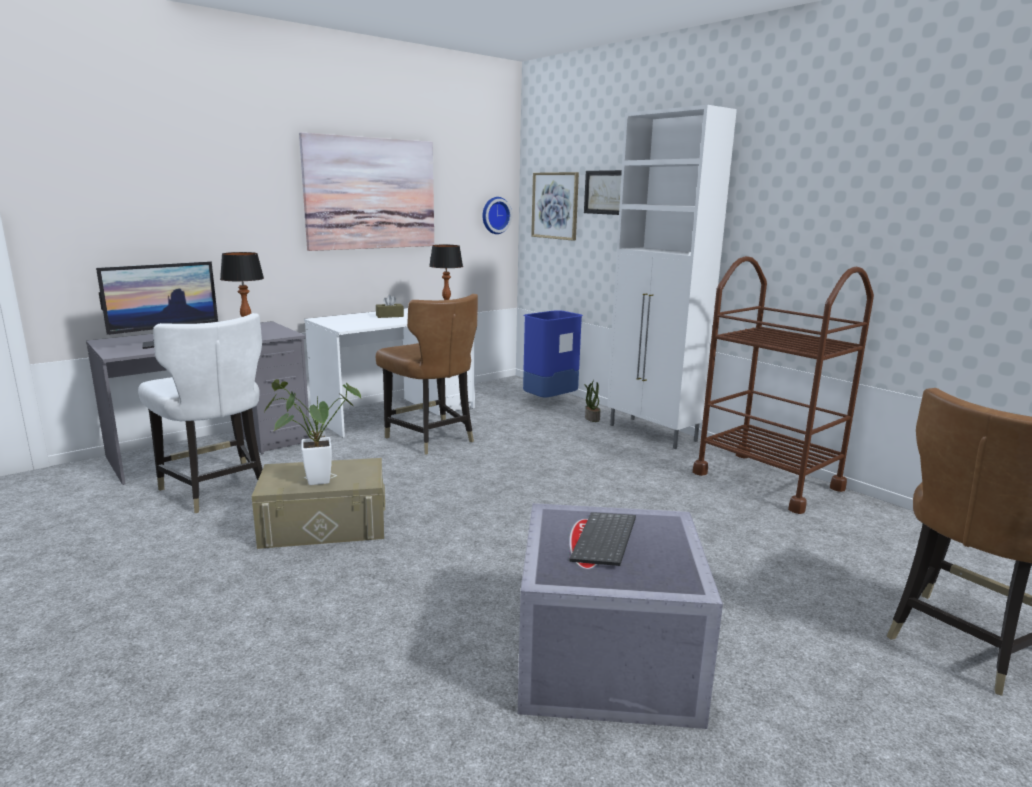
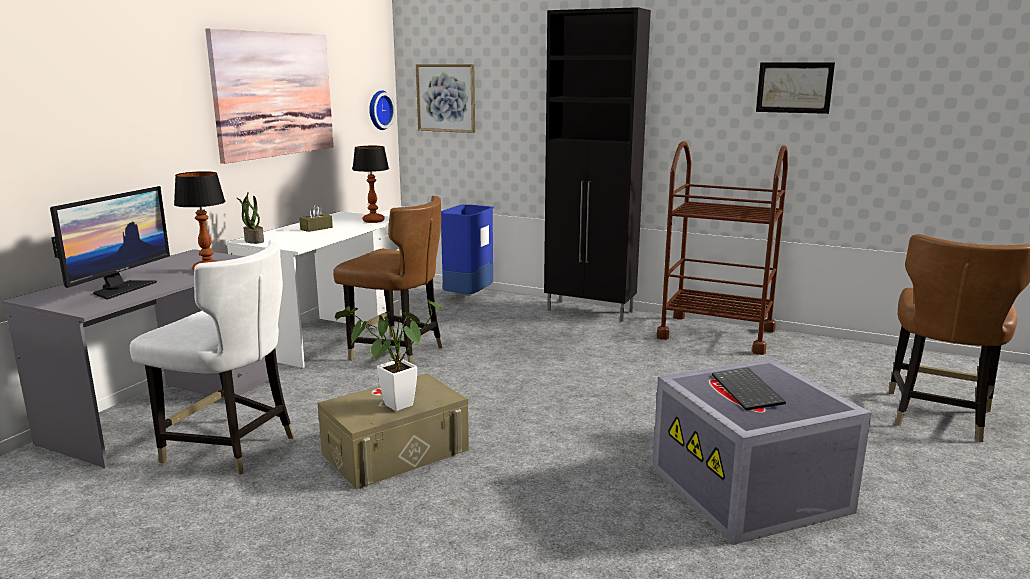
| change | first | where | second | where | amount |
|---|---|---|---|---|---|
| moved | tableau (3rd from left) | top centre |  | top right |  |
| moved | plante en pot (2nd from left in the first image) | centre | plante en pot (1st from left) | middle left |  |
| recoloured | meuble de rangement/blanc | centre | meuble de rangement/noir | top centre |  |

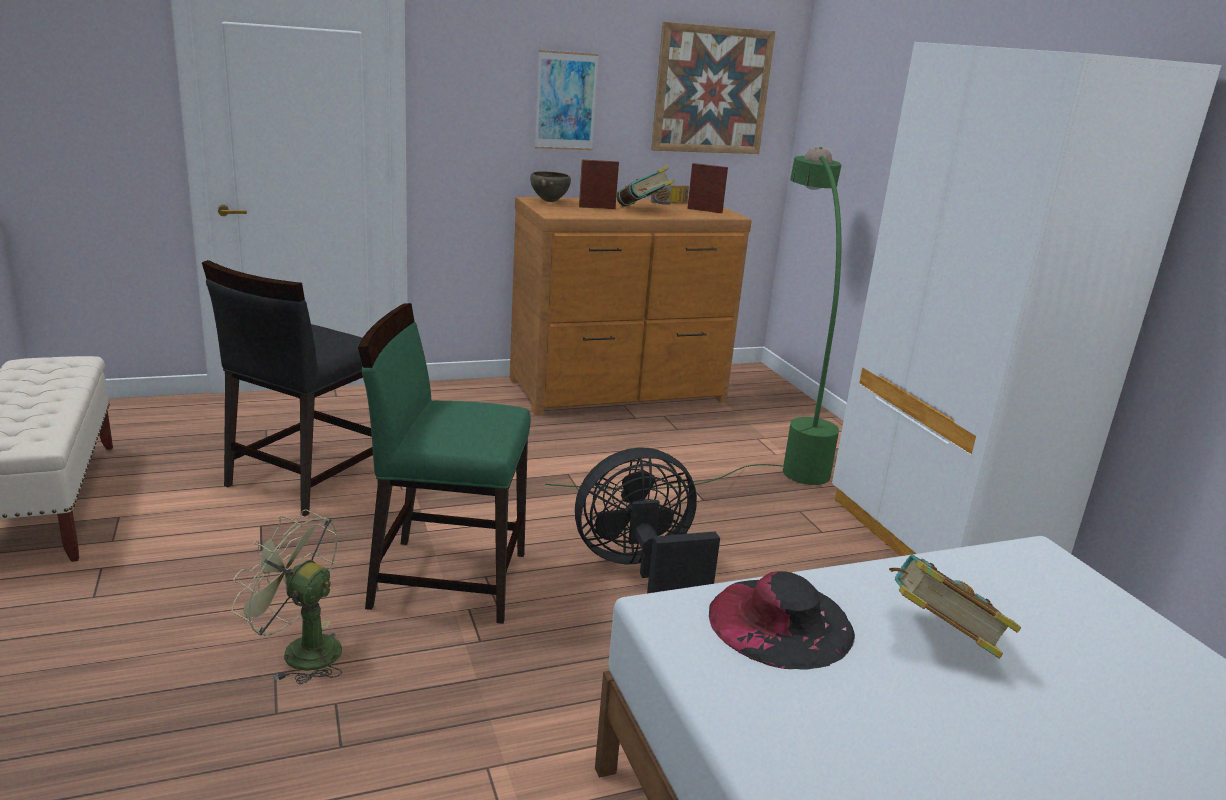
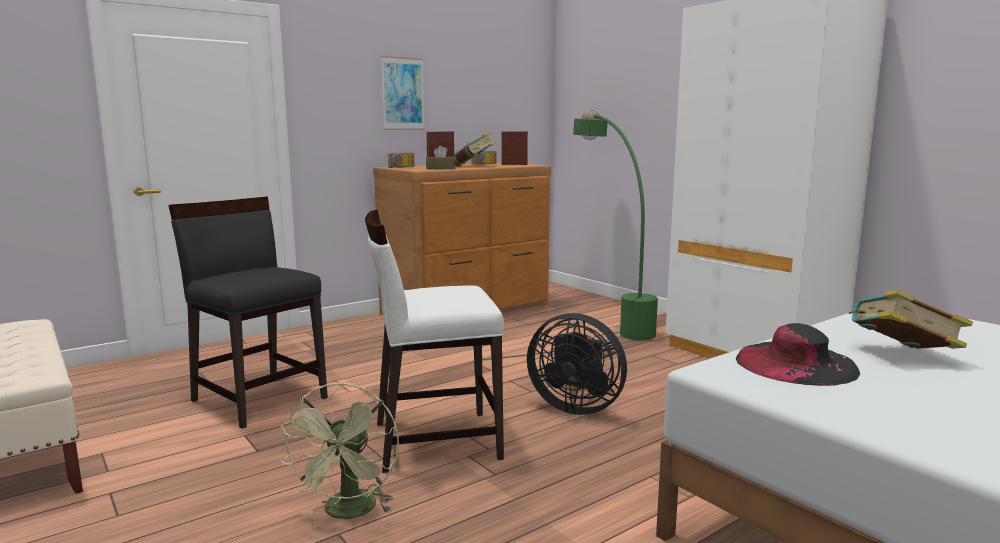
| change | first | where | second | where | amount |
|---|---|---|---|---|---|
| removed | tableau (2nd from left) | top centre |  |  |  |
| added |  |  | boîte à mouchoirs/marron | top centre |  |
| replaced | bol/marron | top centre | radio (1st from left) | top centre |  |
| recoloured | chaise/vert | centre | chaise/blanc | centre |  |
| turned | chaise/noir | middle left |  | middle left | 120 degrees clockwise |
| turned | ventilateur/vert | bottom left |  | bottom centre | 90 degrees counterclockwise |
| turned | ventilateur/noir | centre |  | bottom centre | 120 degrees counterclockwise |

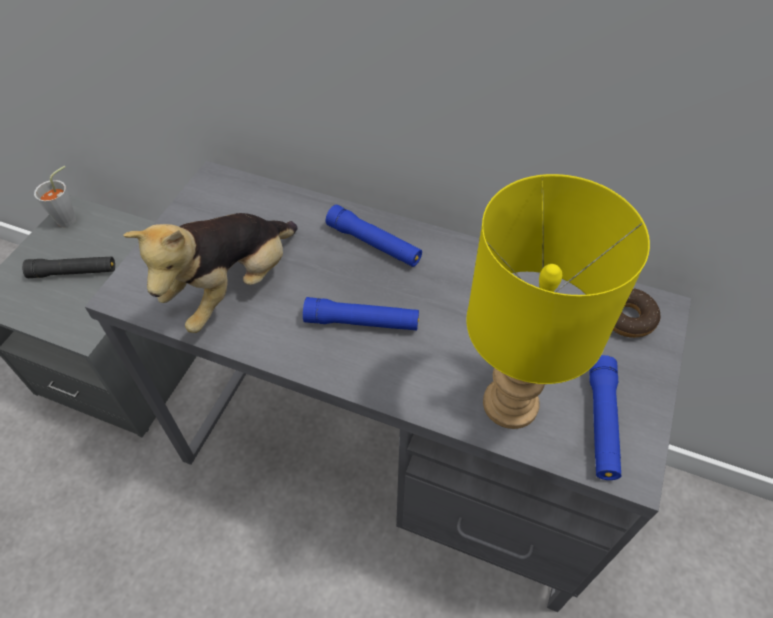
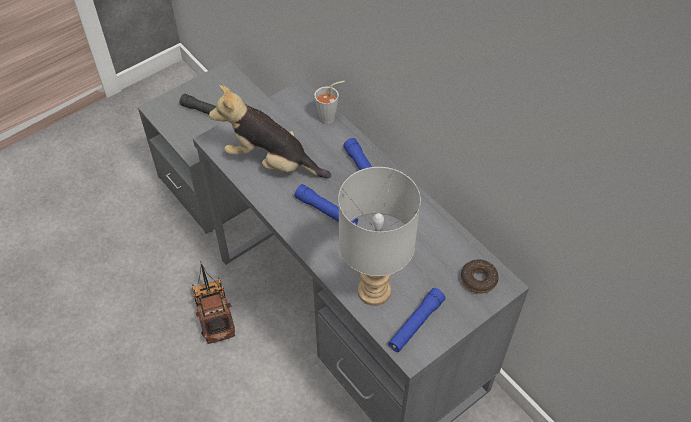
| change | first | where | second | where | amount |
|---|---|---|---|---|---|
| added |  |  | camion jouet | bottom left |  |
| moved | tasse/gris | top left |  | top centre |  |
| recoloured | lampe de table/jaune | middle right | lampe de table/gris | centre |  |
| turned | peluche | middle left |  | top centre | 45 degrees clockwise |

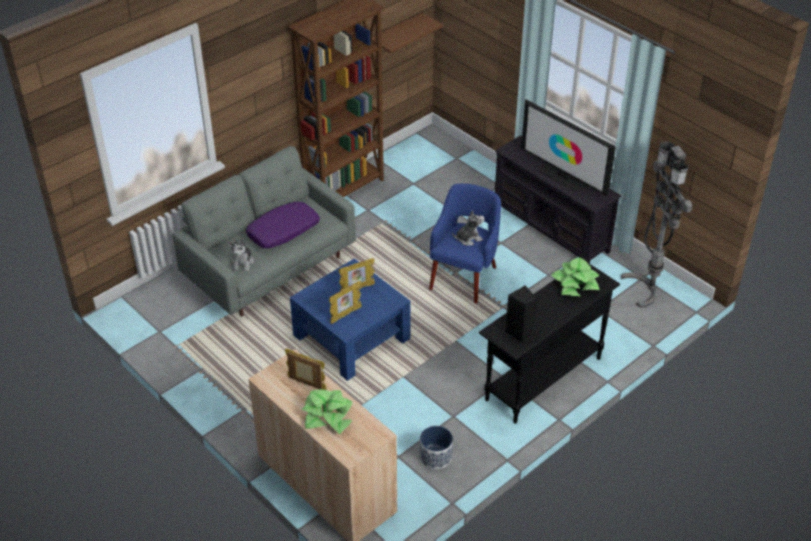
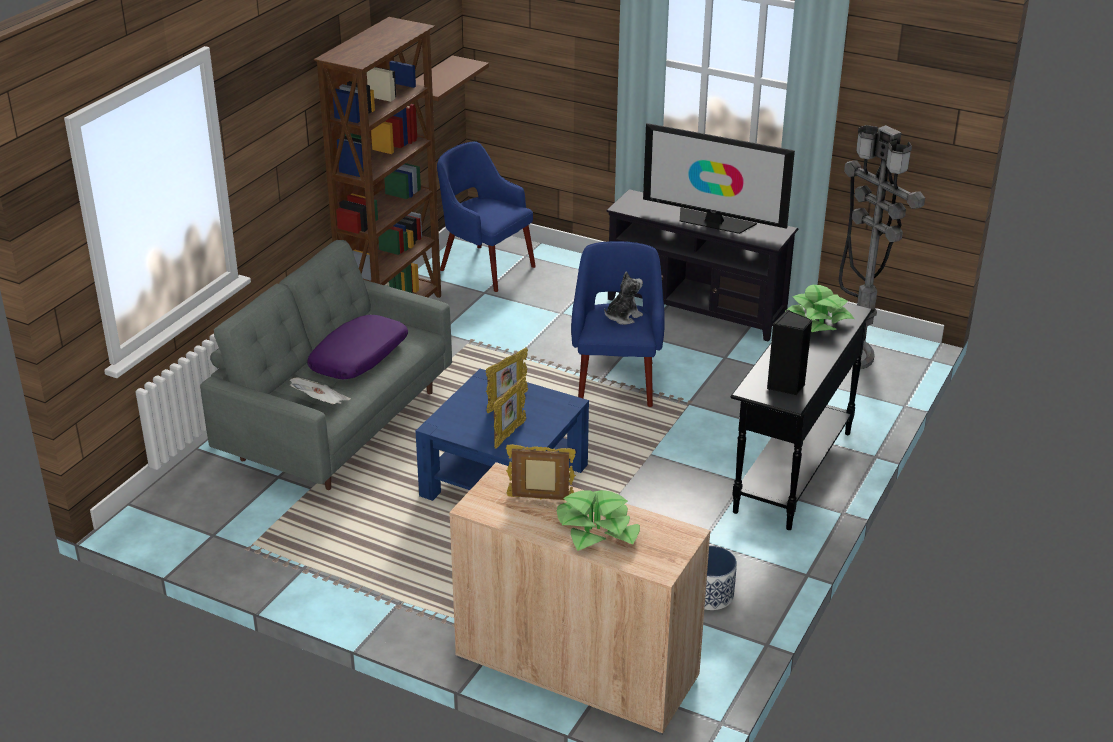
| change | first | where | second | where | amount |
|---|---|---|---|---|---|
| added |  |  | fauteuil/bleu (1st from left) | top centre |  |
| replaced | peluche (1st from left) | middle left | journal | middle left |  |

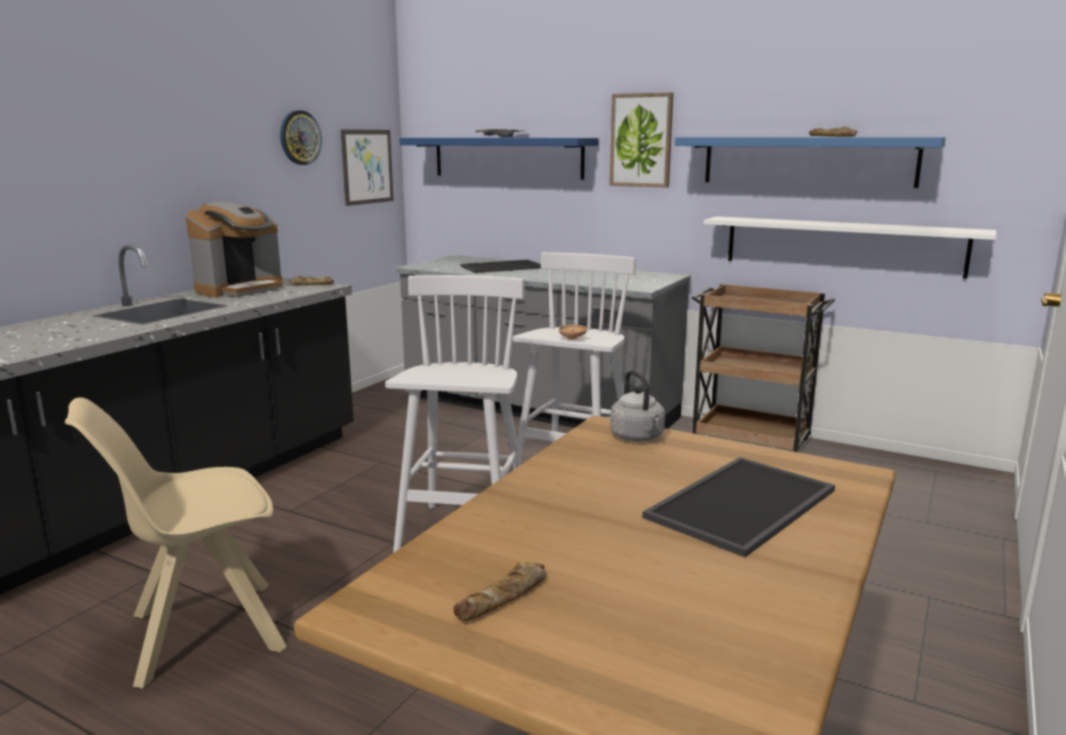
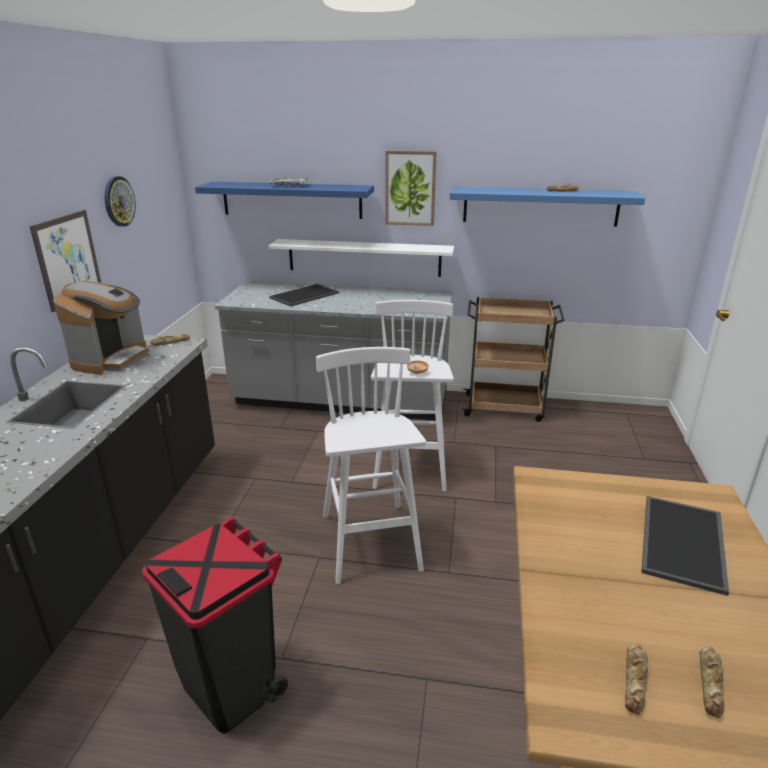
| change | first | where | second | where | amount |
|---|---|---|---|---|---|
| removed | bouilloire/gris | centre |  |  |  |
| added |  |  | pain (4th from left) | bottom right |  |
| moved | tableau (1st from left) | top centre |  | middle left |  |
| moved | étagère/blanc | middle right |  | centre |  |
| replaced | chaise/beige | bottom left | poubelle/noir | bottom left |  |

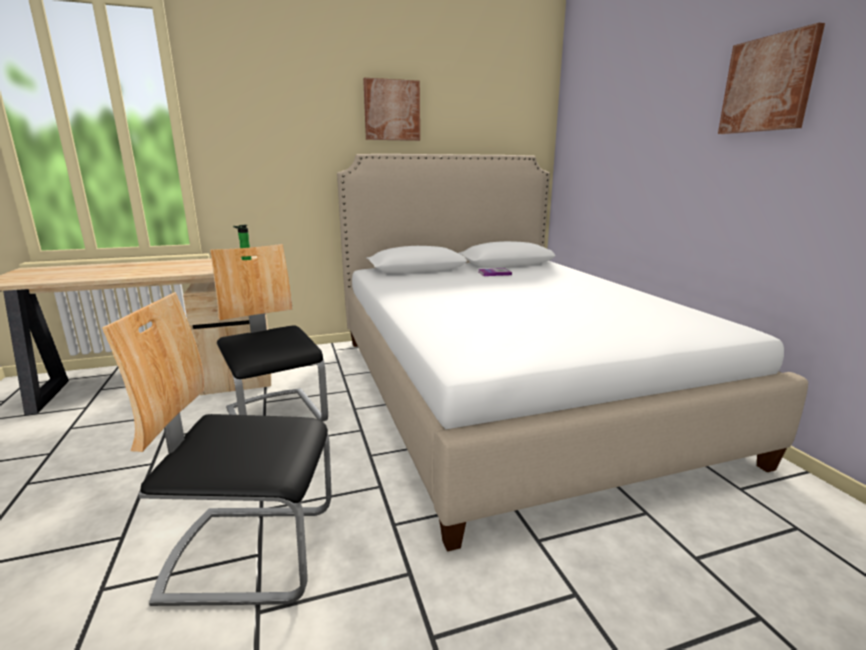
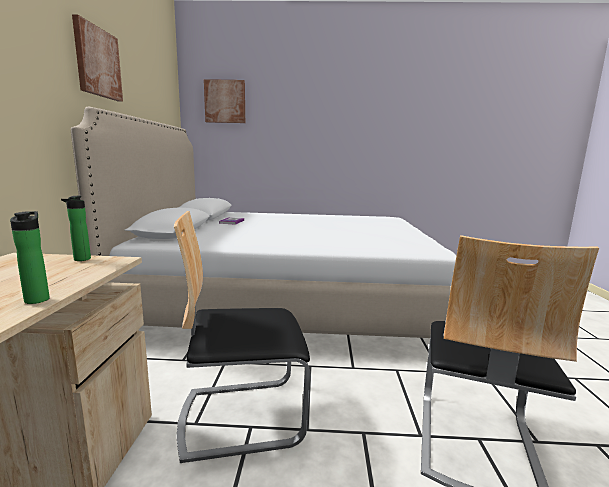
| change | first | where | second | where | amount |
|---|---|---|---|---|---|
| added |  |  | bouteille (1st from left) | middle left |  |
| moved | tableau (2nd from left) | top right |  | top centre |  |

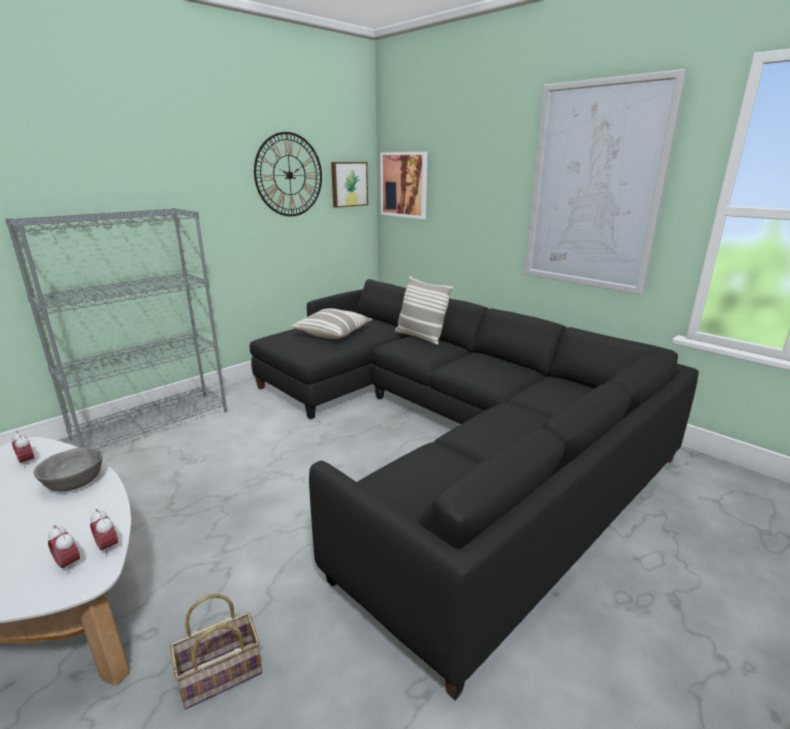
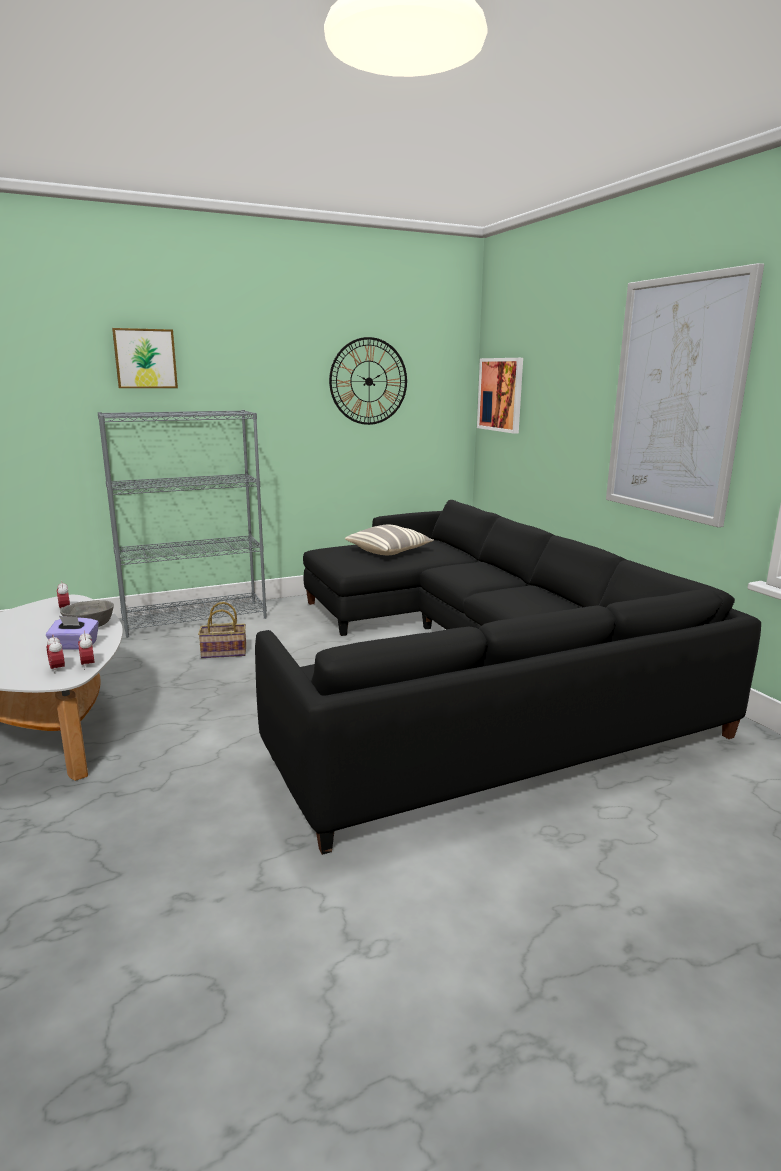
| change | first | where | second | where | amount |
|---|---|---|---|---|---|
| removed | coussin (2nd from left) | centre |  |  |  |
| added |  |  | boîte à mouchoirs/violet | middle left |  |
| moved | panier | bottom left |  | middle left |  |
| moved | tableau (1st from left) | top centre |  | top left |  |

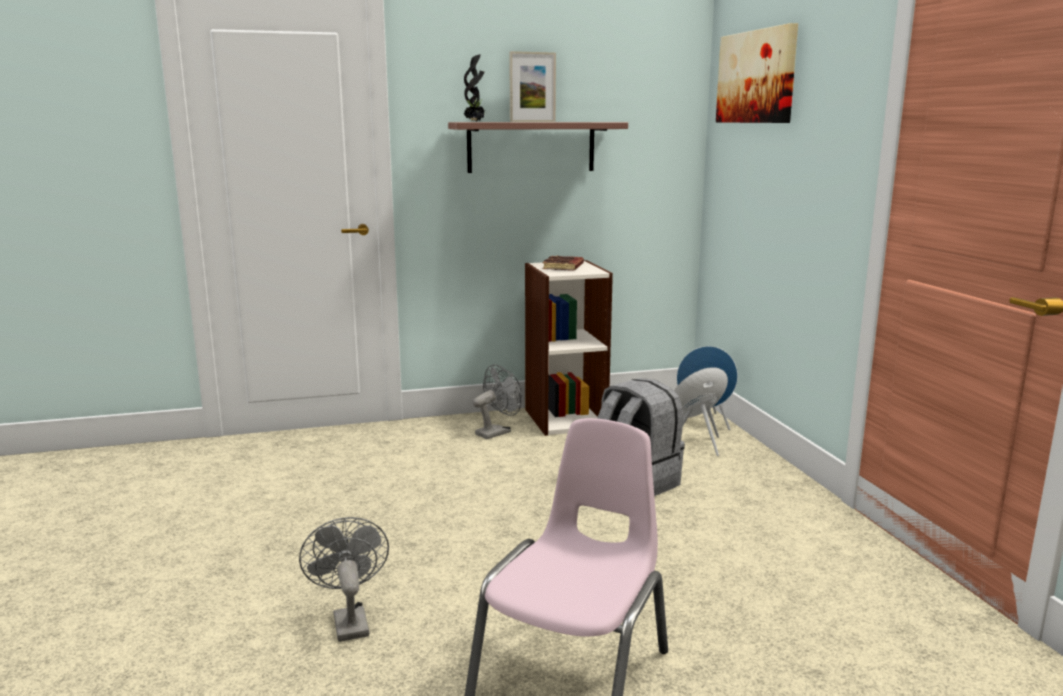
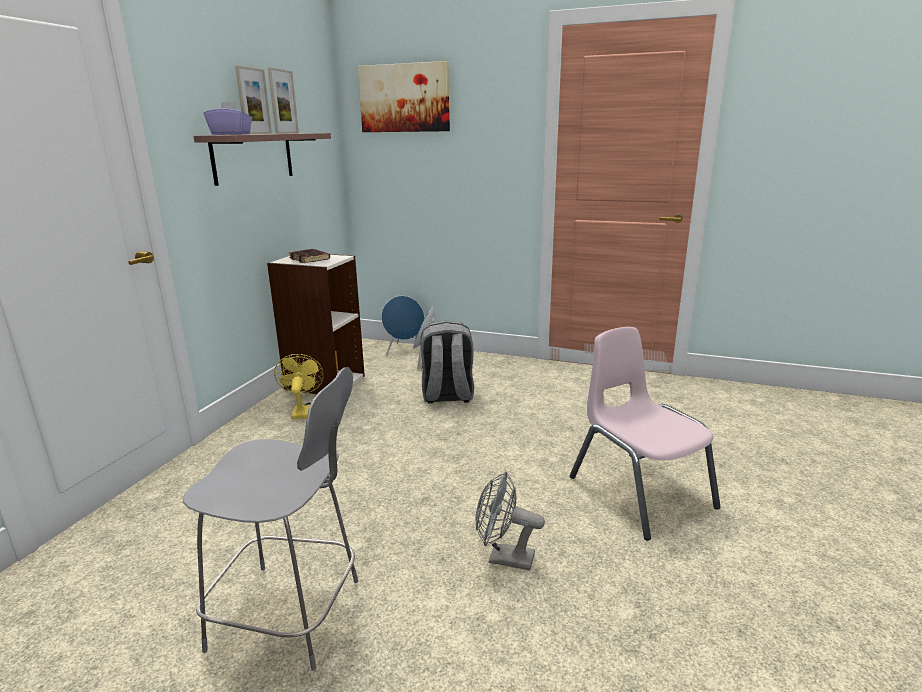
| change | first | where | second | where | amount |
|---|---|---|---|---|---|
| added |  |  | chaise/gris | bottom left |  |
| added |  |  | cadre photo (2nd from left) | top left |  |
| replaced | plante en pot | top centre | boîte à mouchoirs/violet | top left |  |
| recoloured | ventilateur/gris (2nd from left) | centre | ventilateur/jaune | middle left |  |

